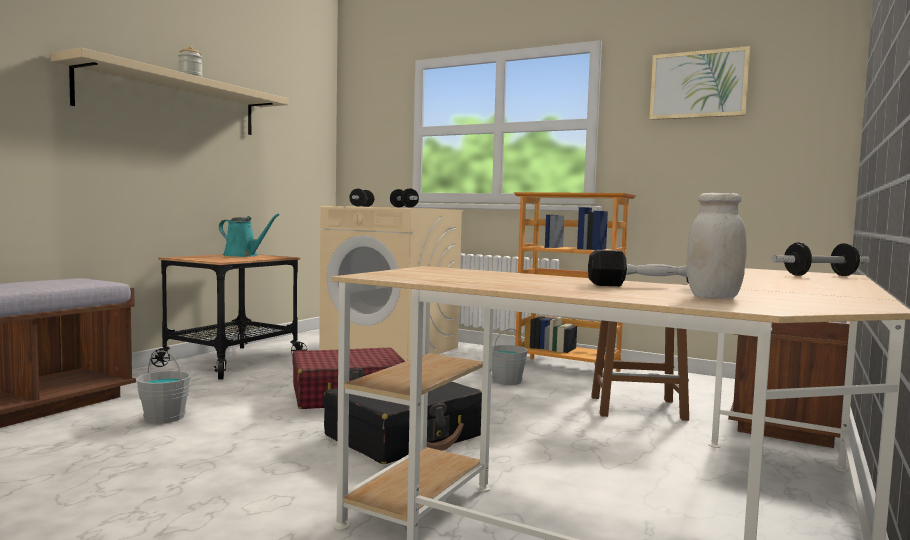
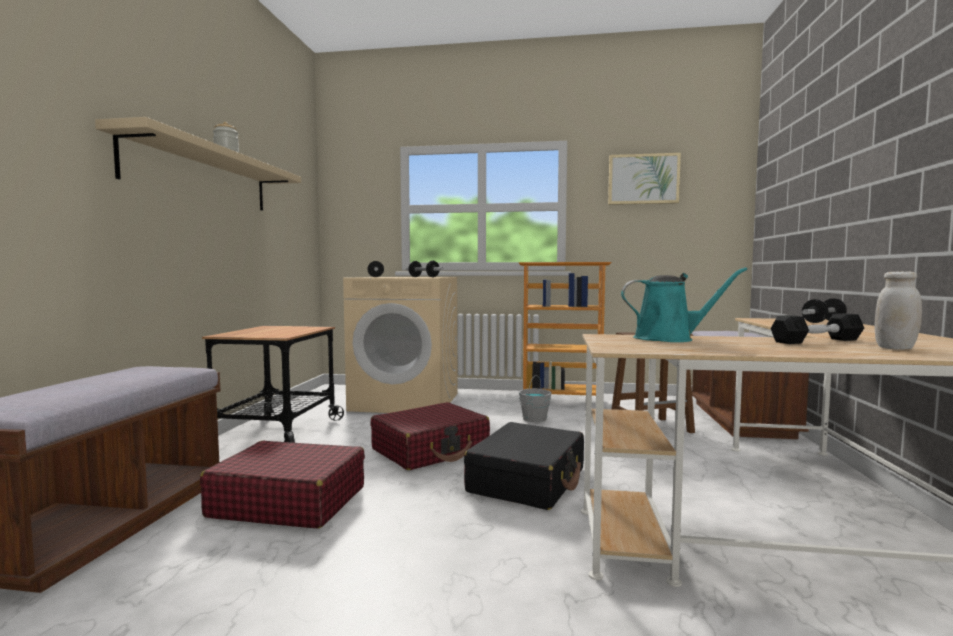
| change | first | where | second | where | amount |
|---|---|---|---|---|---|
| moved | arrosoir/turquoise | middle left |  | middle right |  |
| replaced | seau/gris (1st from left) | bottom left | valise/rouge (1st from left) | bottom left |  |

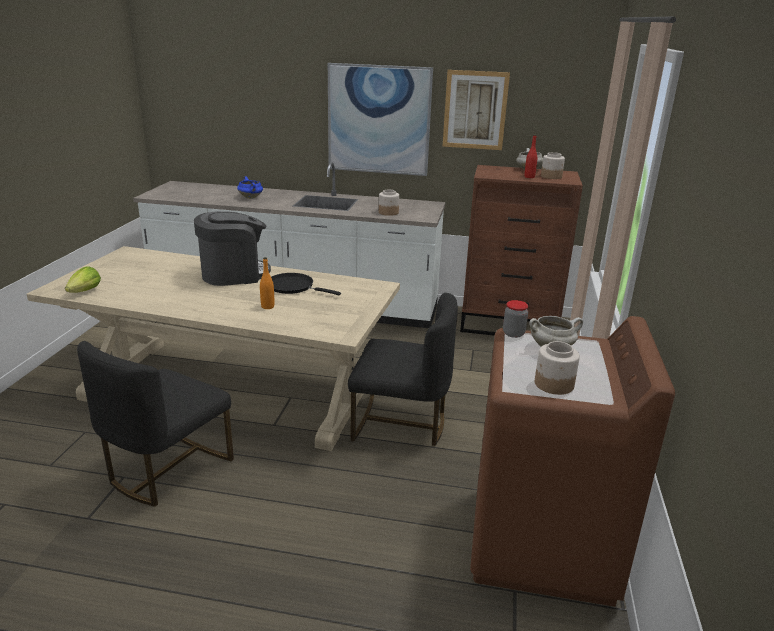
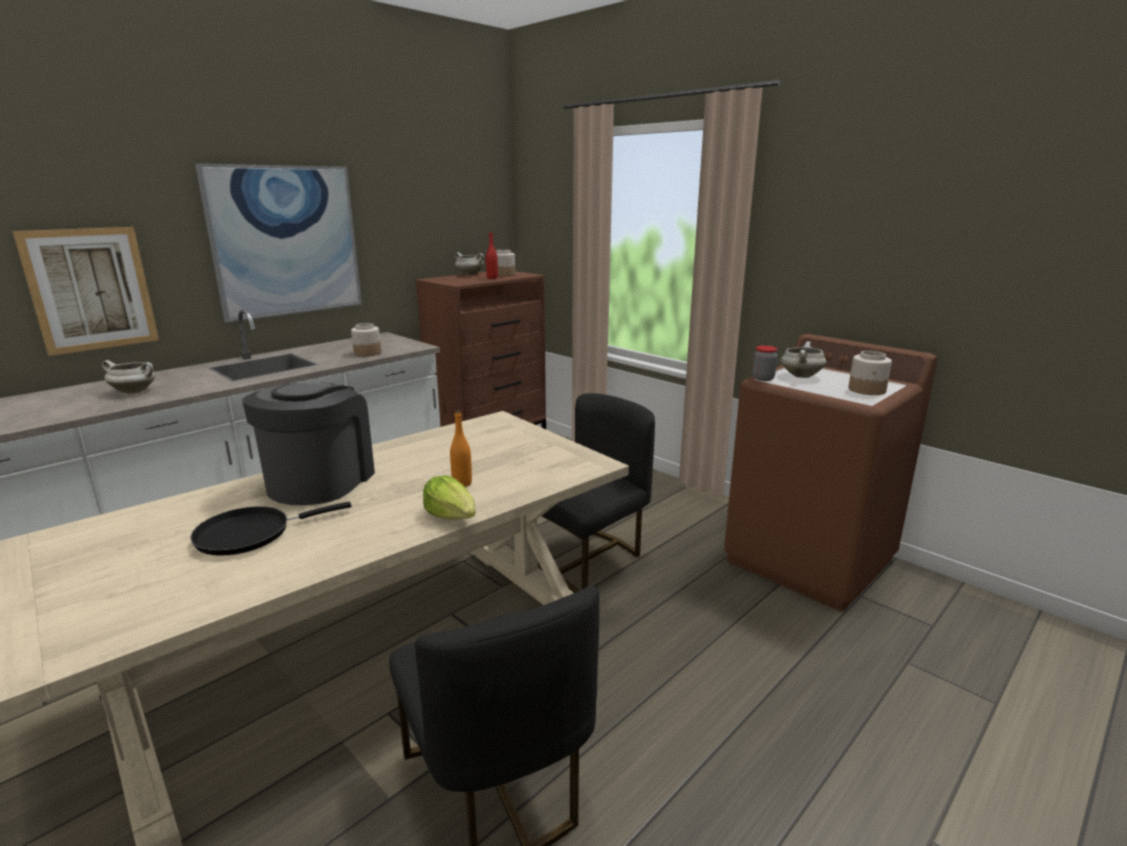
| change | first | where | second | where | amount |
|---|---|---|---|---|---|
| moved | laitue | middle left |  | centre |  |
| moved | poêle/noir | centre |  | middle left |  |
| moved | tableau (2nd from left in the first image) | top centre | tableau (1st from left) | middle left |  |
| recoloured | marmite/bleu | top left | marmite/blanc (1st from left) | middle left |  |

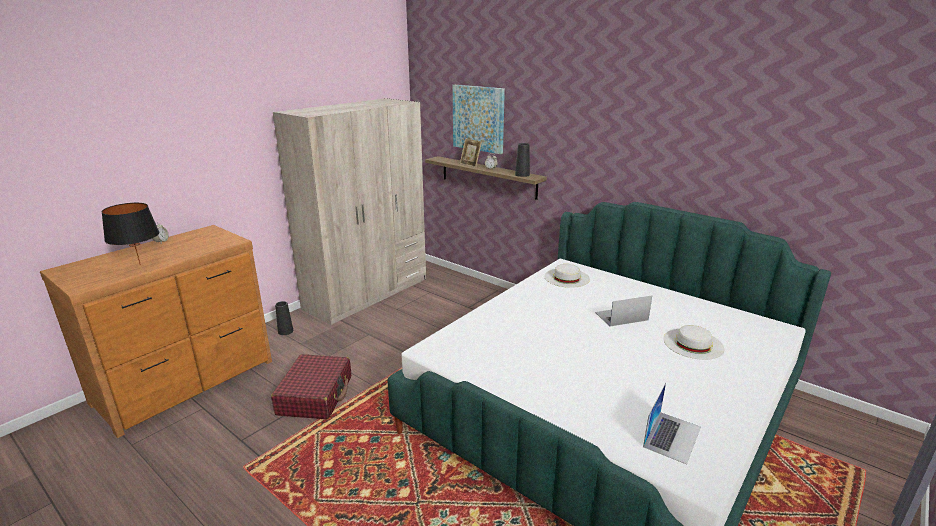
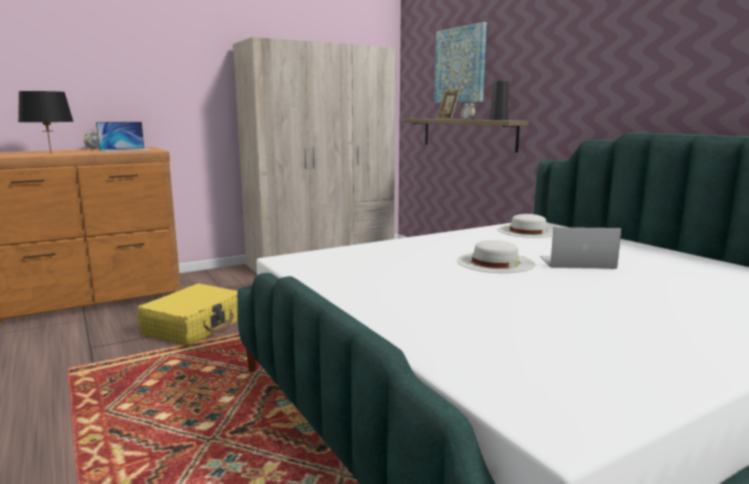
| change | first | where | second | where | amount |
|---|---|---|---|---|---|
| removed | vase/noir (1st from left) | middle left |  |  |  |
| moved | ordinateur portable (2nd from left in the first image) | bottom right | ordinateur portable (1st from left) | top left |  |
| moved | chapeau/blanc (2nd from left in the first image) | middle right | chapeau/blanc (1st from left) | centre |  |
| recoloured | valise/rouge | bottom left | valise/jaune | middle left |  |

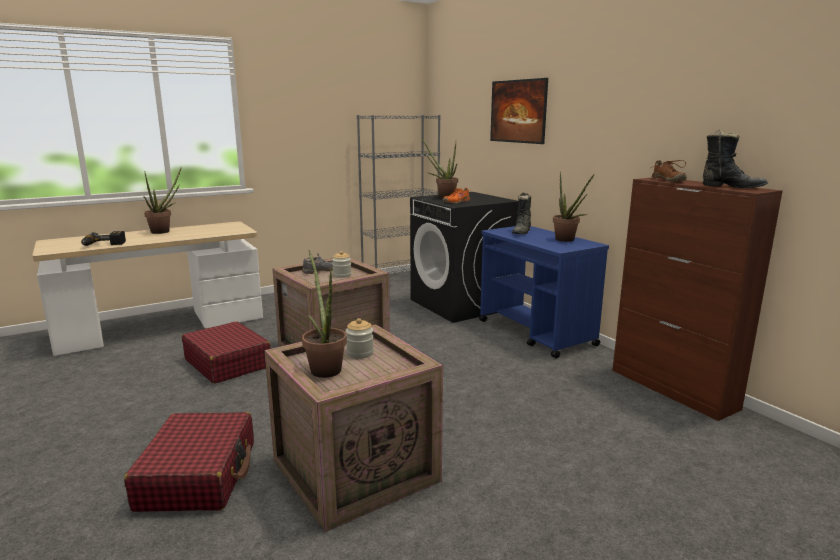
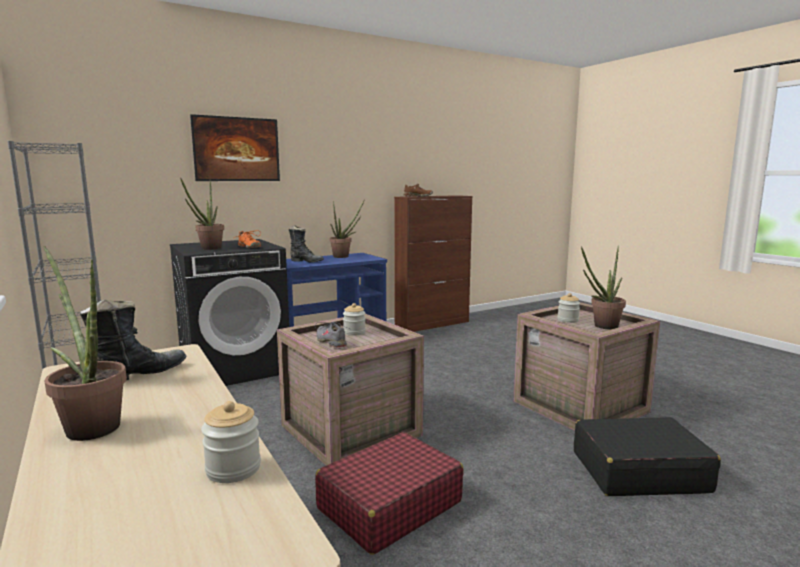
| change | first | where | second | where | amount |
|---|---|---|---|---|---|
| moved | botte/noir (2nd from left in the first image) | top right | botte/noir (1st from left) | middle left |  |
| replaced | perceuse | middle left | bocal (1st from left) | bottom left |  |
| recoloured | valise/rouge (1st from left) | bottom left | valise/noir | bottom right |  |

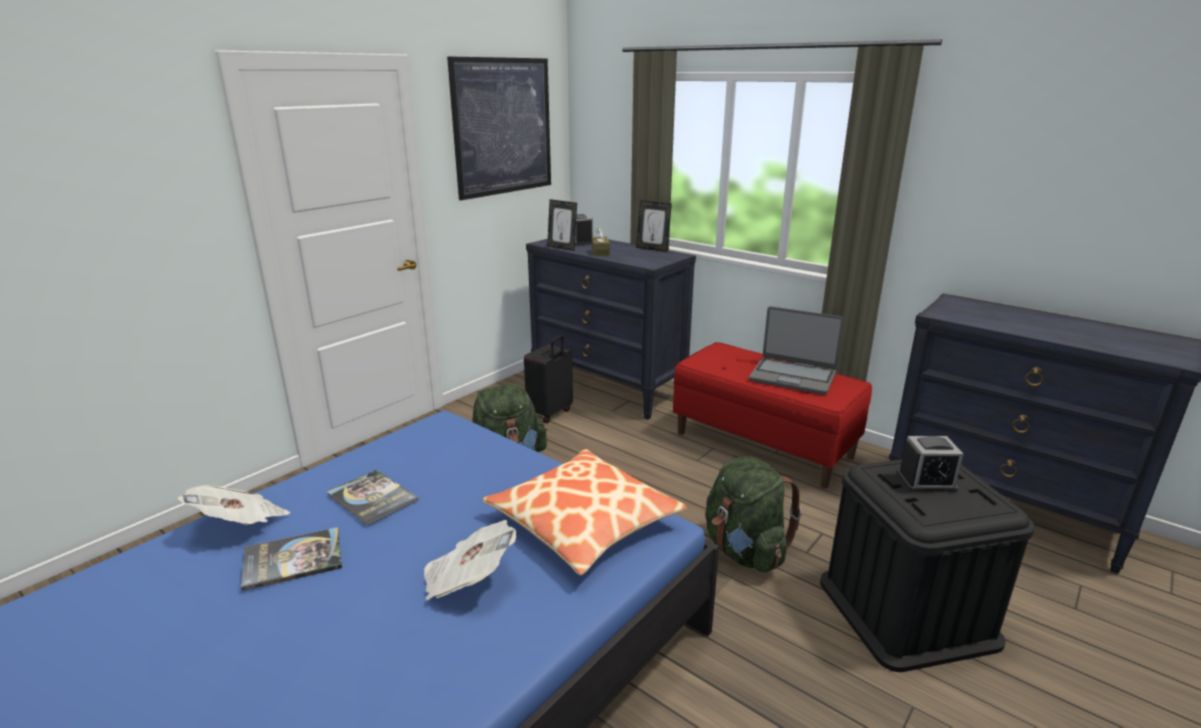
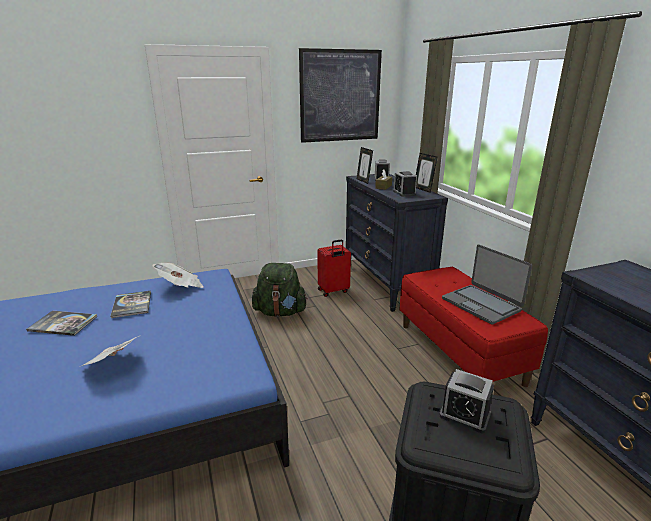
| change | first | where | second | where | amount |
|---|---|---|---|---|---|
| removed | coussin | bottom centre |  |  |  |
| removed | sac à dos/vert (2nd from left) | bottom centre |  |  |  |
| added |  |  | réveil (2nd from left) | centre |  |
| moved | journal (1st from left in the first image) | bottom left | journal (2nd from left) | middle left |  |
| recoloured | valise/noir | centre | valise/rouge | centre |  |

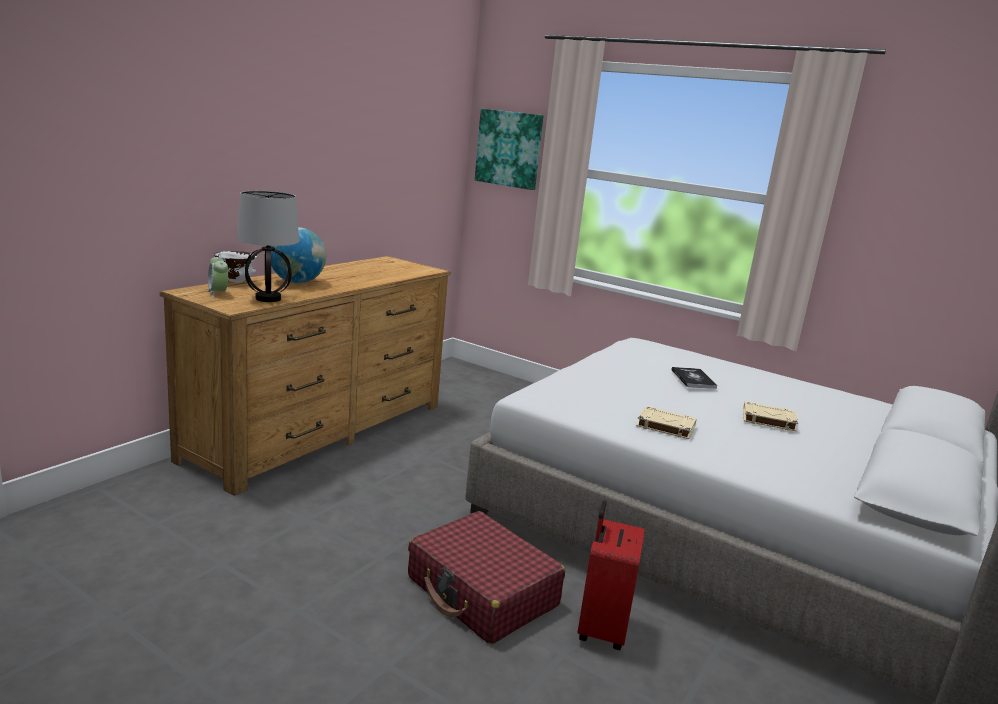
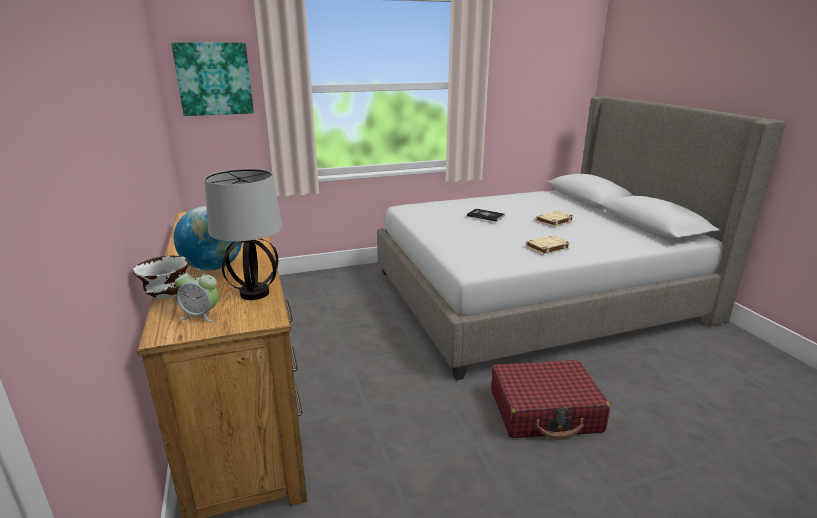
| change | first | where | second | where | amount |
|---|---|---|---|---|---|
| removed | valise/rouge (2nd from left) | bottom centre |  |  |  |

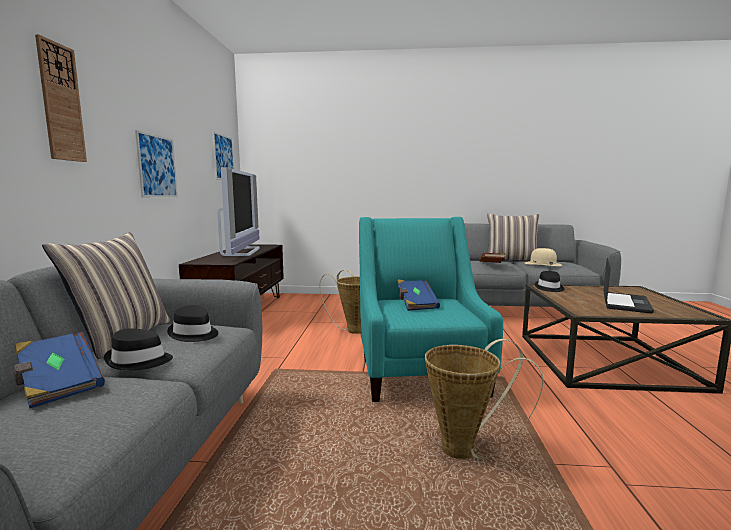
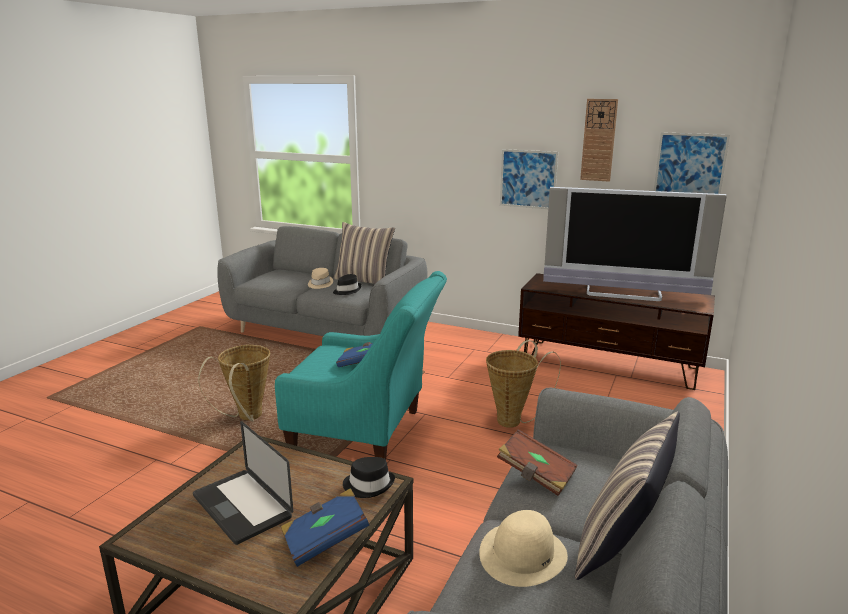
| change | first | where | second | where | amount |
|---|---|---|---|---|---|
| moved | livre/bleu (1st from left) | bottom left |  | bottom centre |  |
| moved | horloge murale | top left |  | top right |  |
| recoloured | chapeau/noir (1st from left) | middle left | chapeau/beige (1st from left) | centre |  |

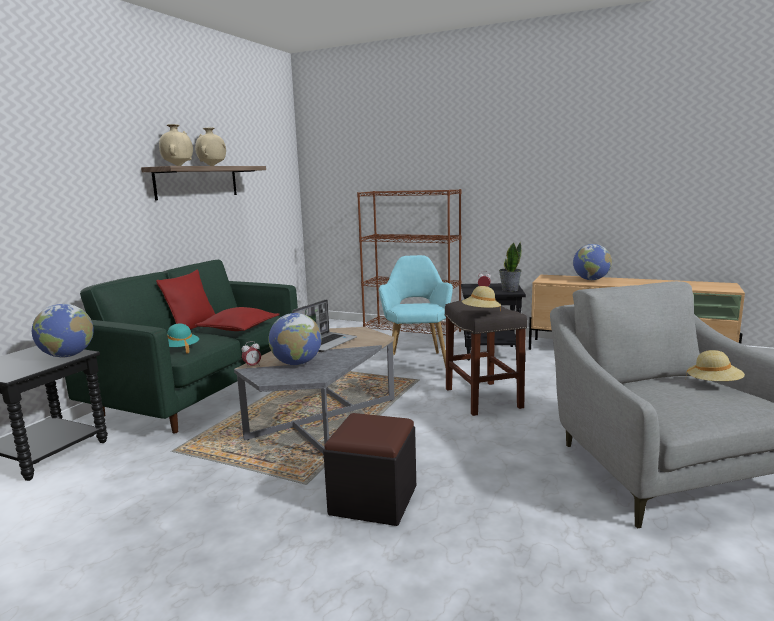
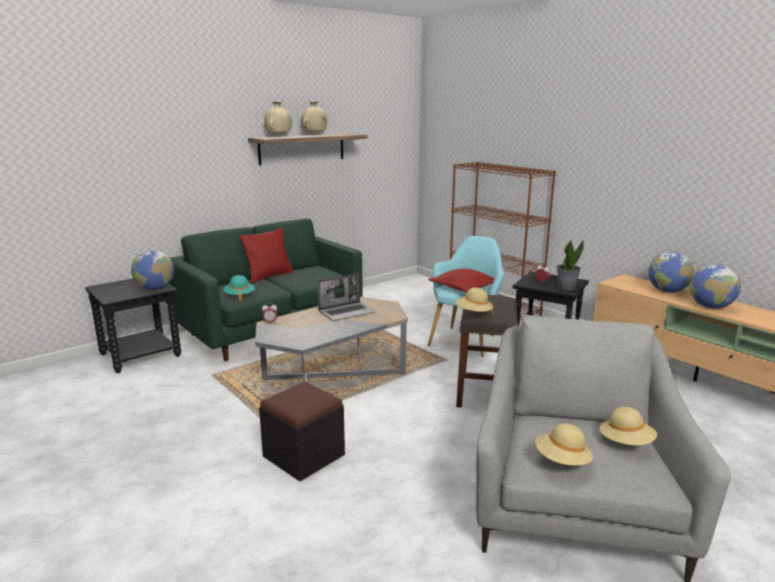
| change | first | where | second | where | amount |
|---|---|---|---|---|---|
| added |  |  | chapeau/beige (2nd from left) | bottom right |  |
| moved | coussin/rouge (2nd from left) | middle left |  | centre |  |
| moved | globe (2nd from left in the first image) | centre | globe (3rd from left) | middle right |  |

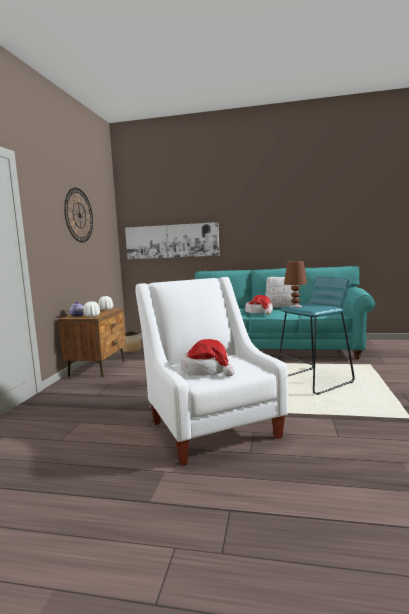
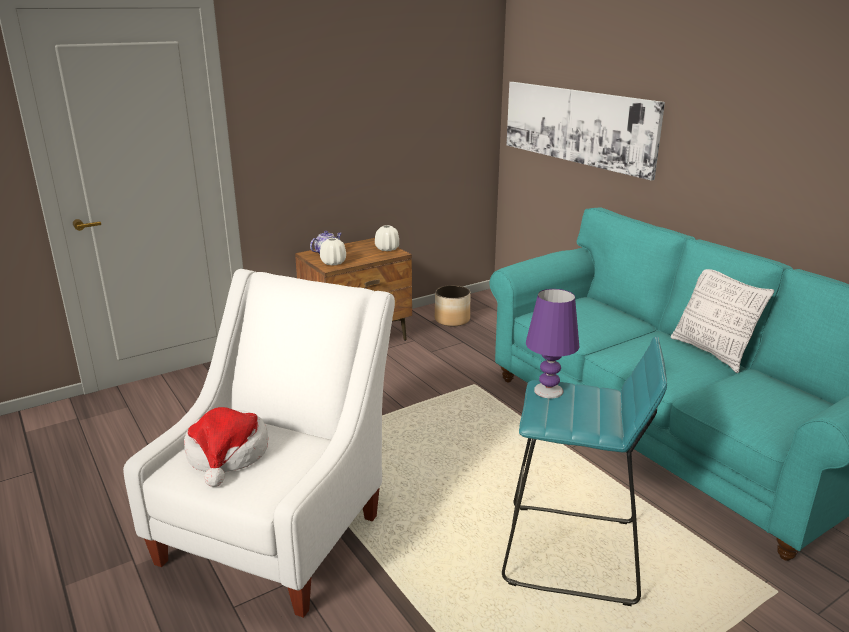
| change | first | where | second | where | amount |
|---|---|---|---|---|---|
| removed | horloge murale | middle left |  |  |  |
| removed | chapeau (2nd from left) | centre |  |  |  |
| recoloured | lampe de table/marron | middle right | lampe de table/violet | centre |  |

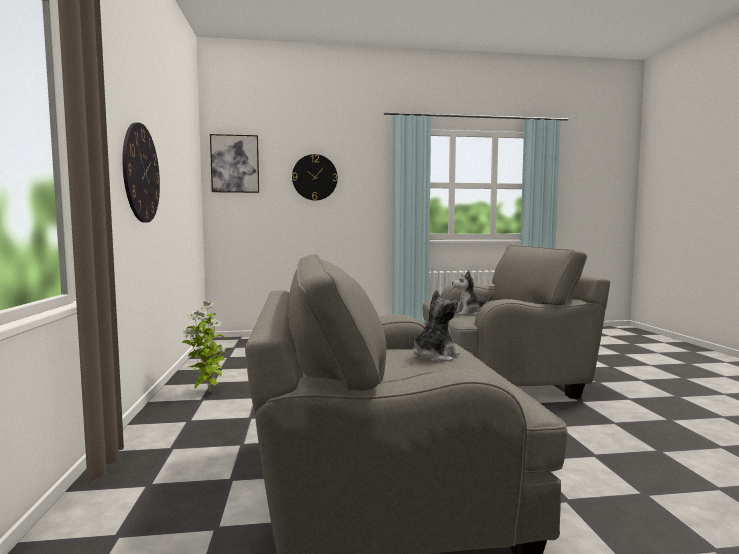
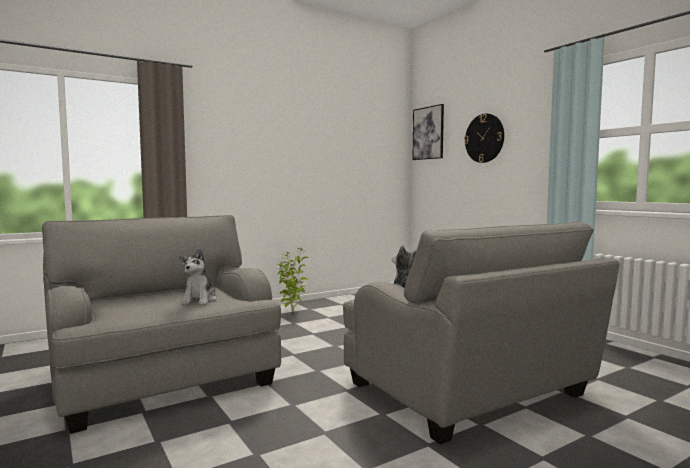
| change | first | where | second | where | amount |
|---|---|---|---|---|---|
| removed | horloge murale (1st from left) | top left |  |  |  |
| turned | peluche (1st from left) | centre |  | middle left | 75 degrees clockwise |

